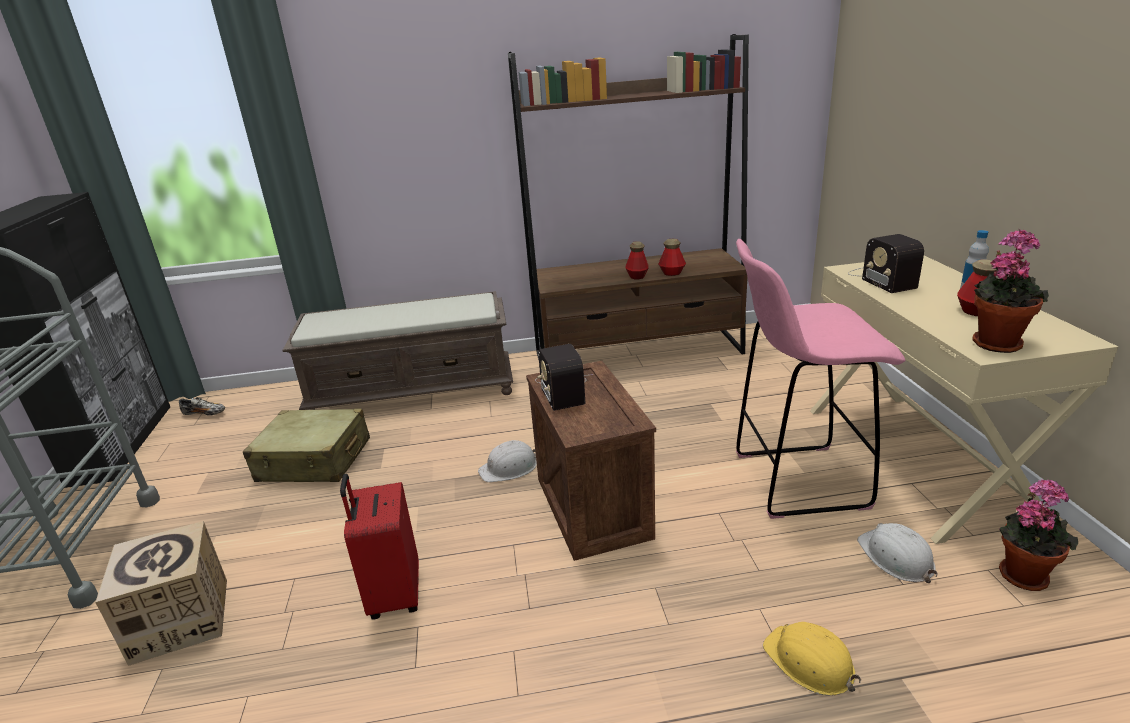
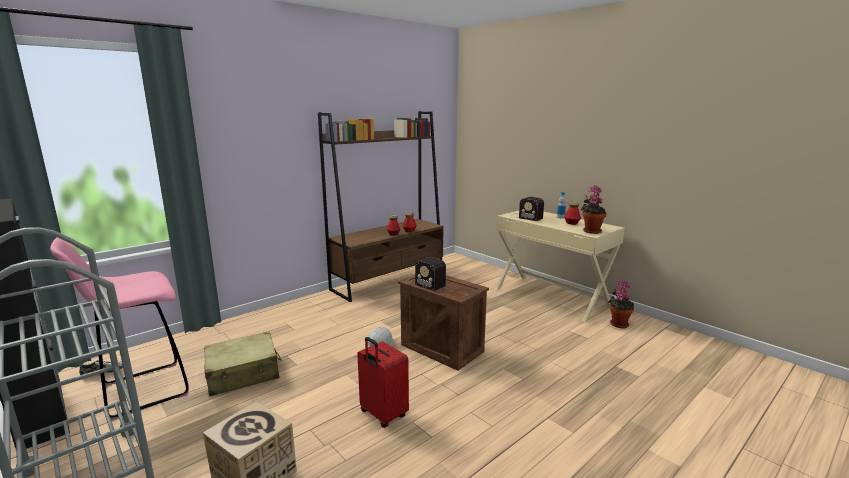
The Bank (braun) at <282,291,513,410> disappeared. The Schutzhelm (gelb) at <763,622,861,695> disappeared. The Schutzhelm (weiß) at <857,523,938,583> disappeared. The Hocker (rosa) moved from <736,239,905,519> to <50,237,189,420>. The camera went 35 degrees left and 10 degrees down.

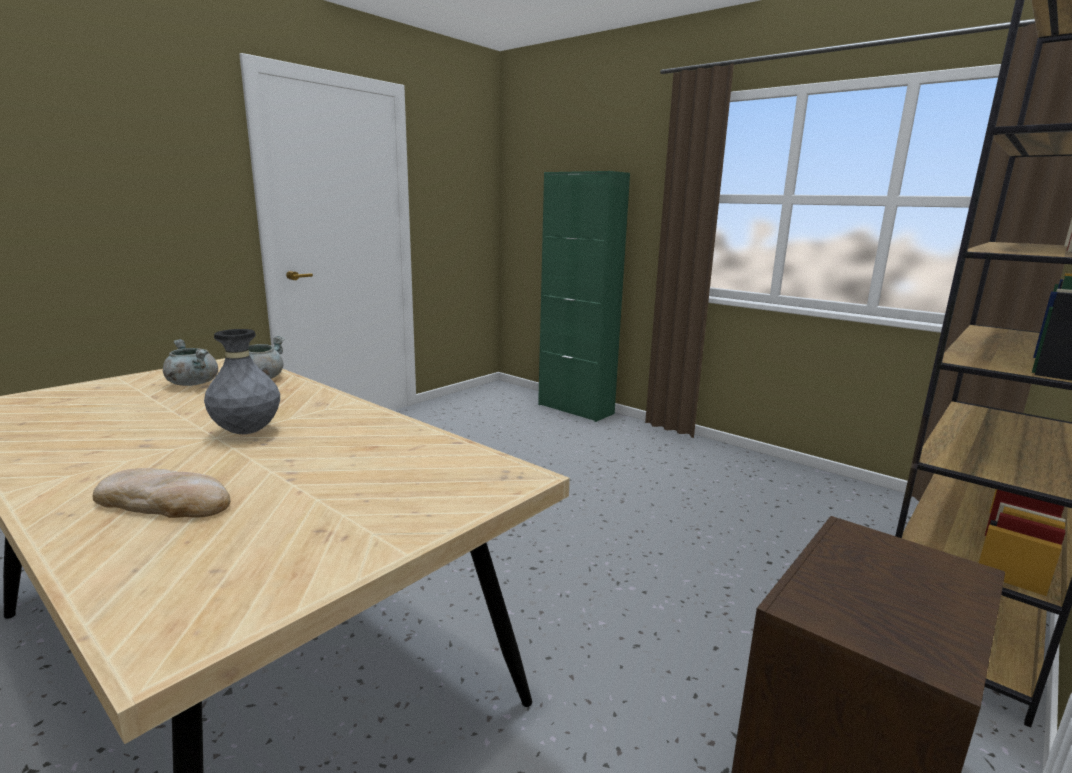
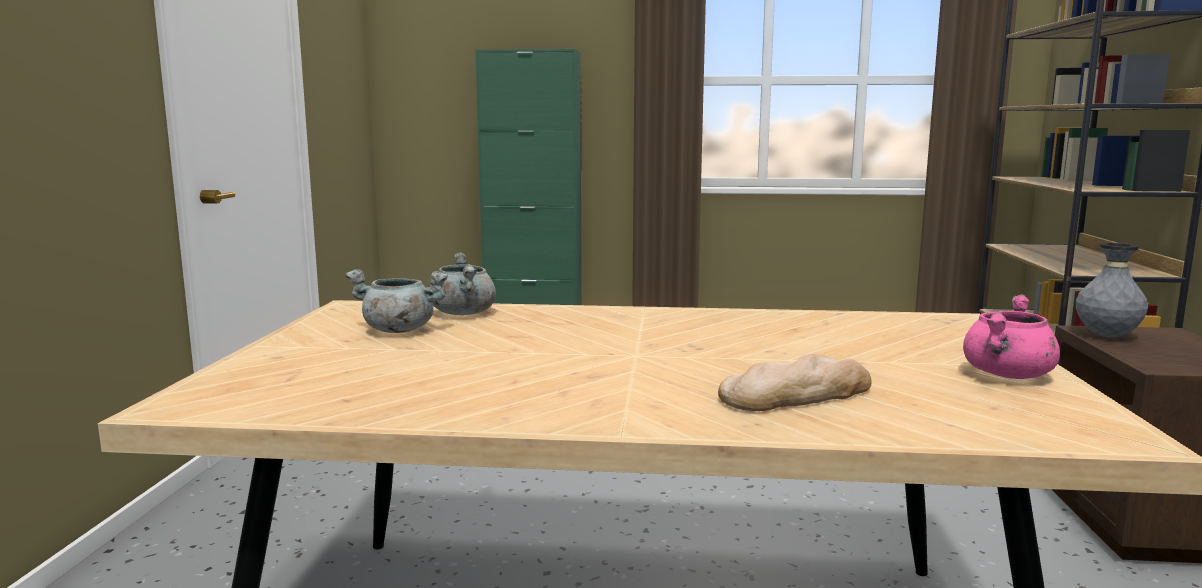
The Kochtopf (rosa) at <963,295,1060,379> appeared. The Vase (grau) moved from <204,329,280,434> to <1076,243,1148,338>. The camera went 35 degrees left and 5 degrees down.

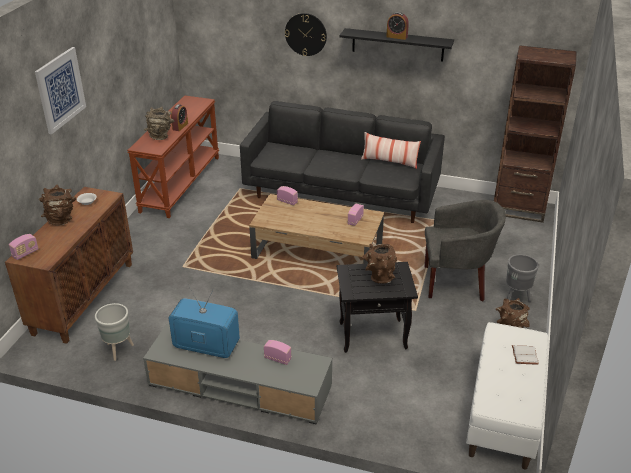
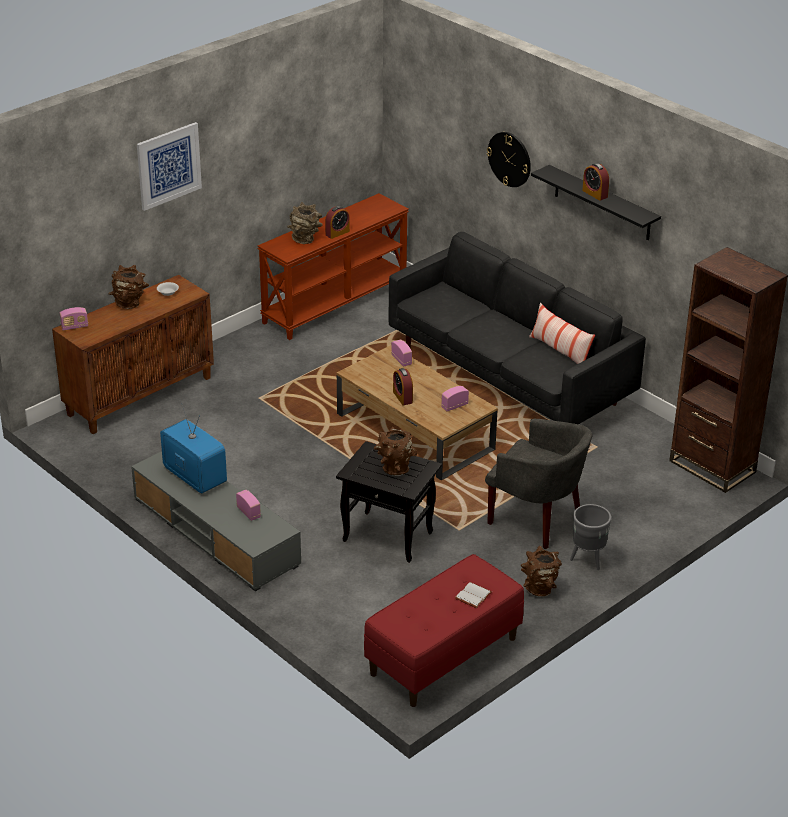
The Pflanzkübel (grau) at <95,303,134,361> disappeared. The Wecker at <393,368,413,405> appeared. The Bank (weiß) at <466,322,549,469> became the Bank (rot) at <364,554,524,707>. The camera went 30 degrees right and 0 degrees up.

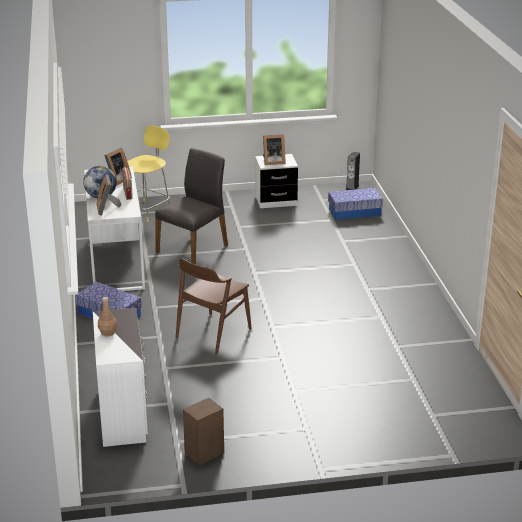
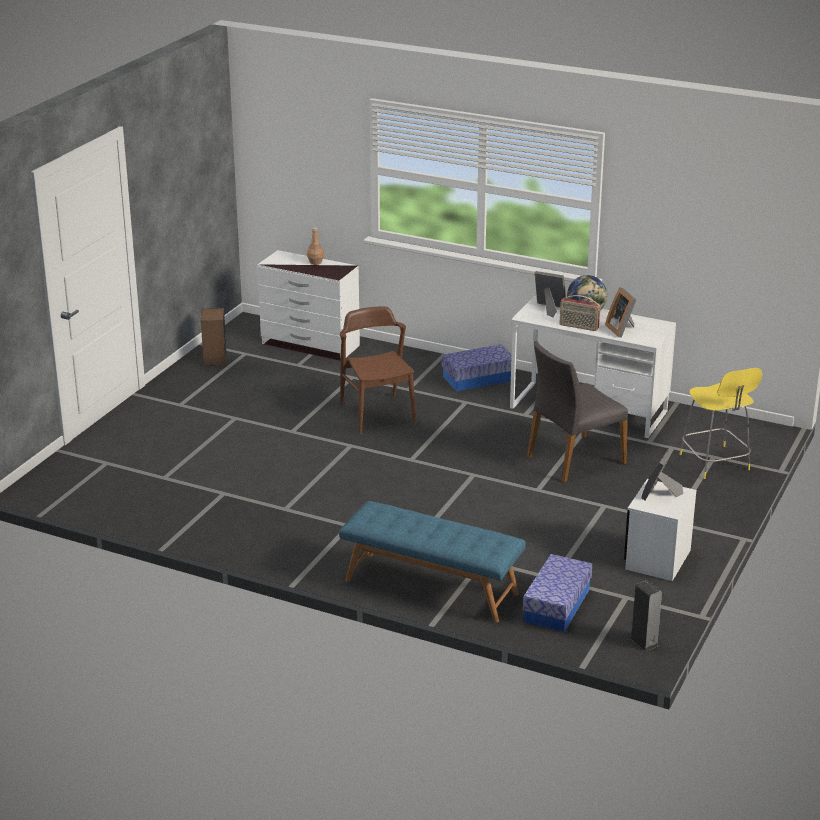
The Bank (blau) at <339,501,526,623> appeared. The Stuhl (grau) at <155,148,228,264> turned 75 degrees clockwise. The camera went 125 degrees right and 0 degrees up.

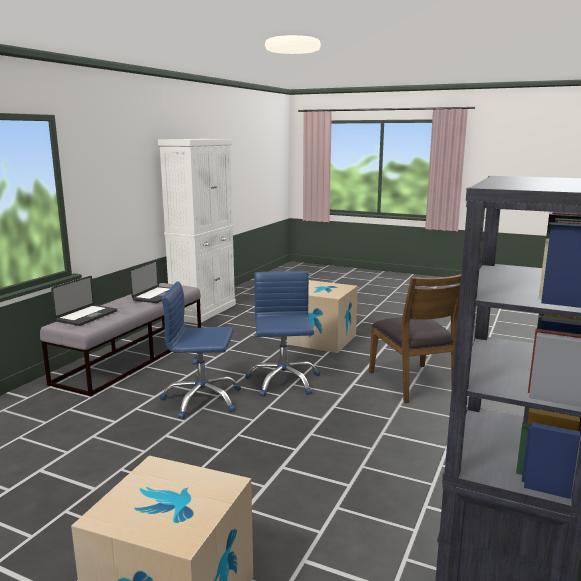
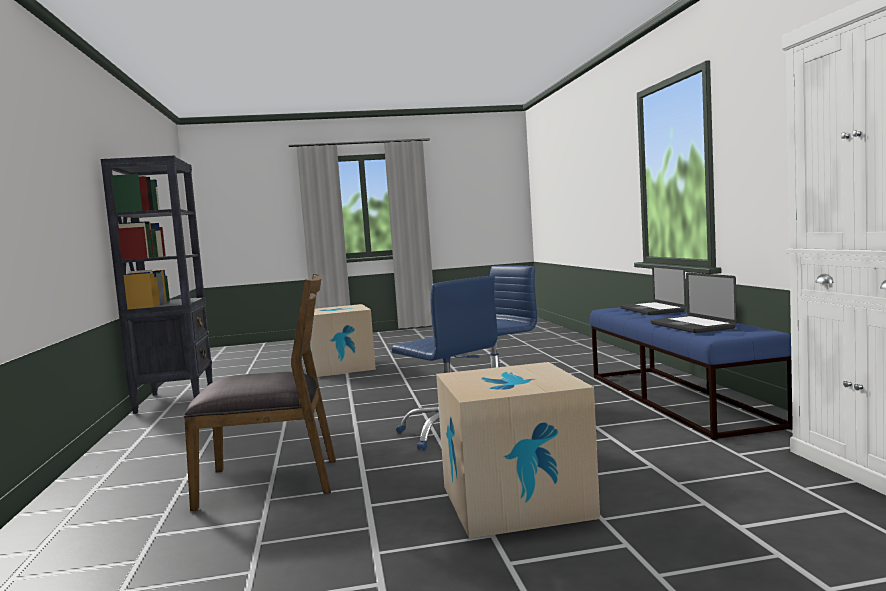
The Bank (grau) at <40,283,201,396> became the Bank (blau) at <590,307,793,440>. The Stuhl (braun) at <369,274,461,403> turned 135 degrees clockwise. The camera went 145 degrees right and 10 degrees down.

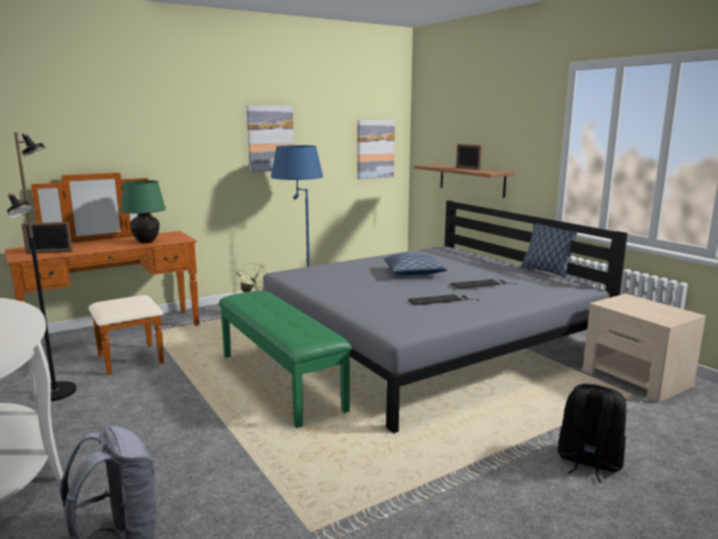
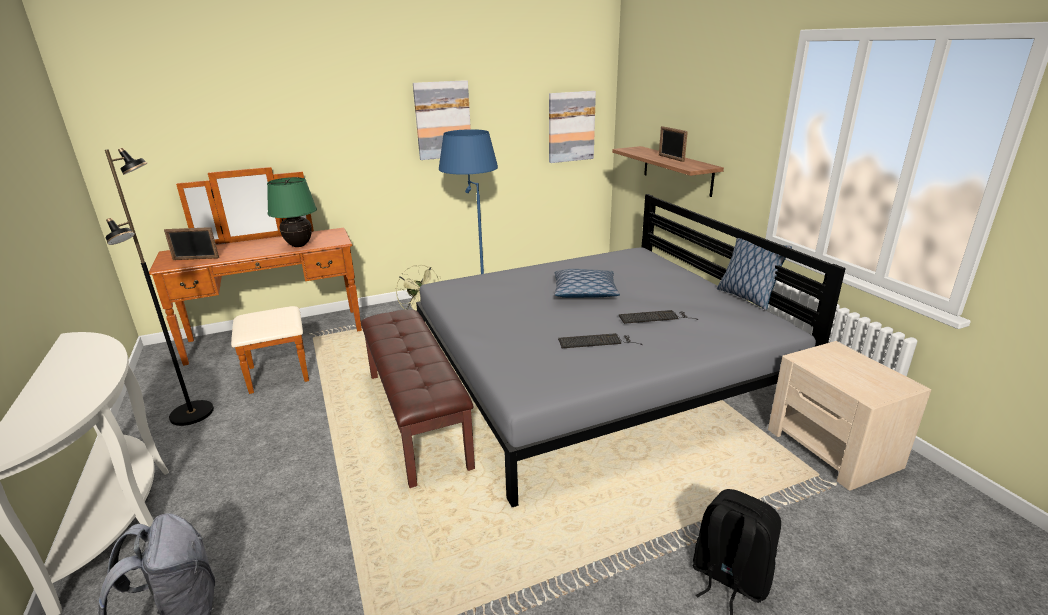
The Bank (grün) at <219,291,352,428> became the Bank (braun) at <361,309,475,488>. The camera went 10 degrees right and 10 degrees up.

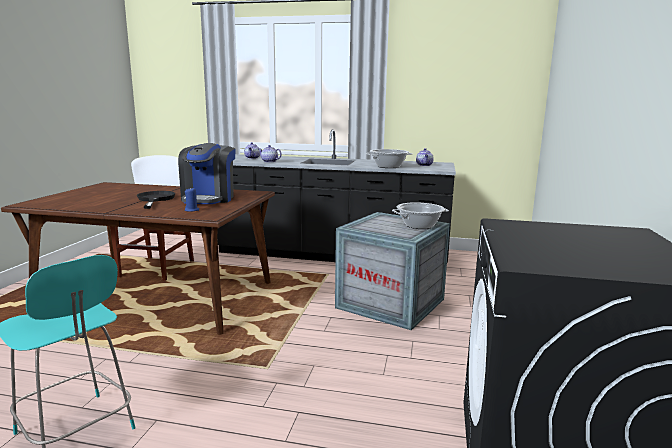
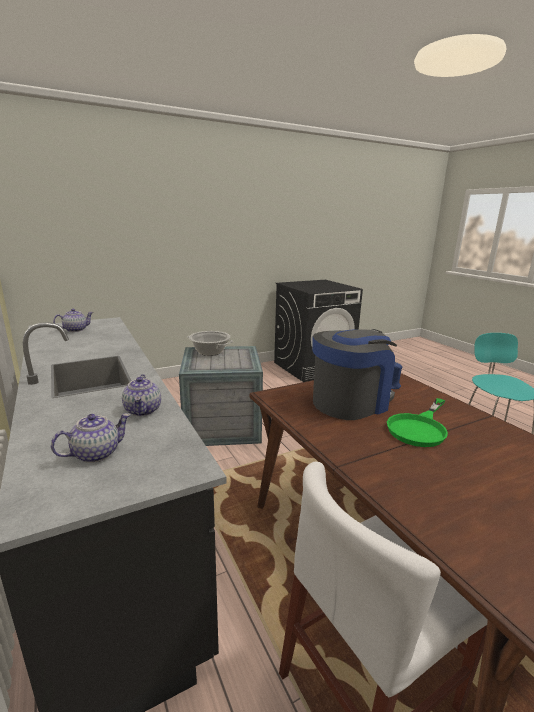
The Kochtopf at <366,149,412,168> disappeared. The Pfanne (schwarz) at <137,191,175,209> became the Pfanne (grün) at <387,398,448,447>. The camera went 130 degrees left and 5 degrees up.

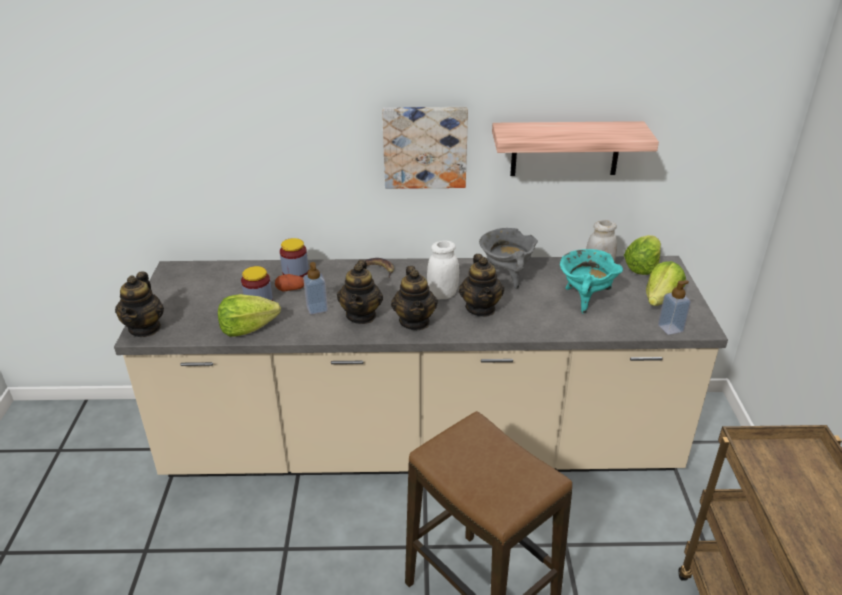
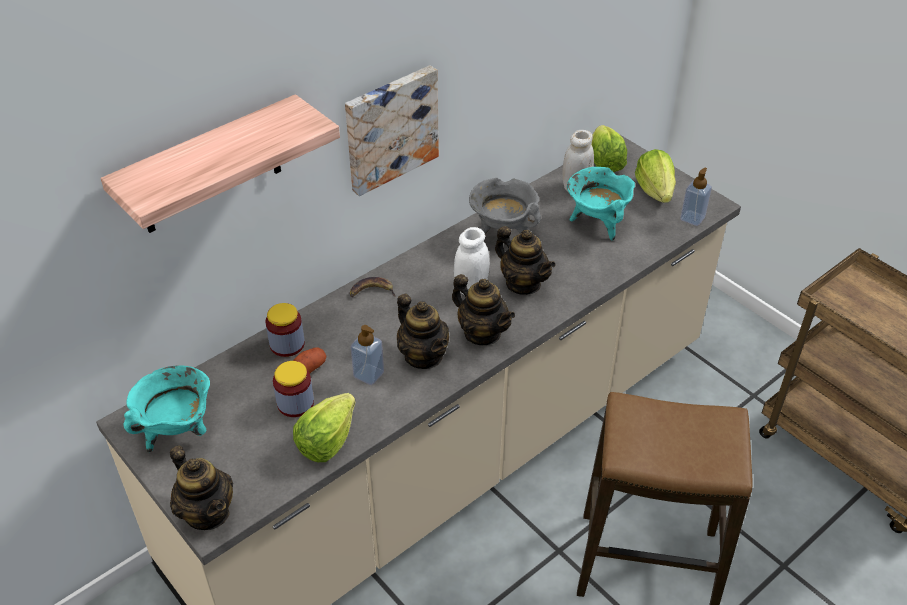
The Kochtopf (türkis) at <123,365,210,452> appeared. The Wandregal moved from <492,121,659,176> to <101,94,340,233>. The camera went 40 degrees left and 10 degrees up.

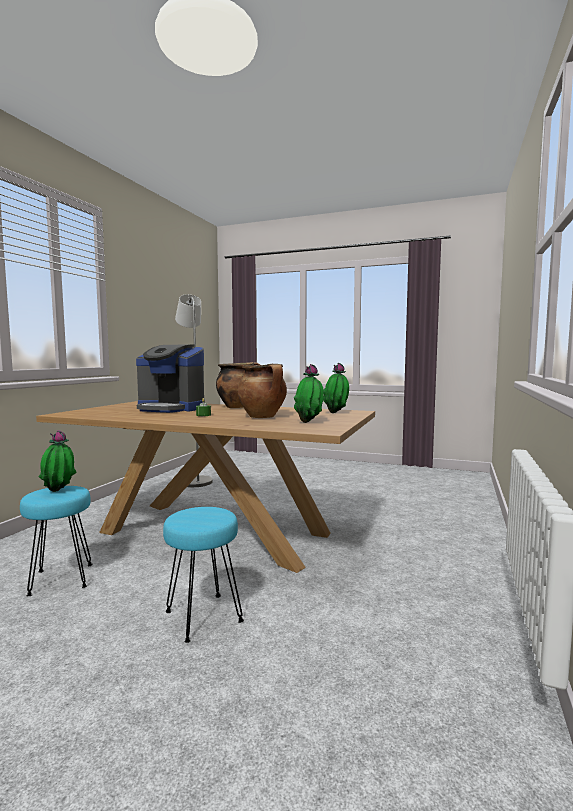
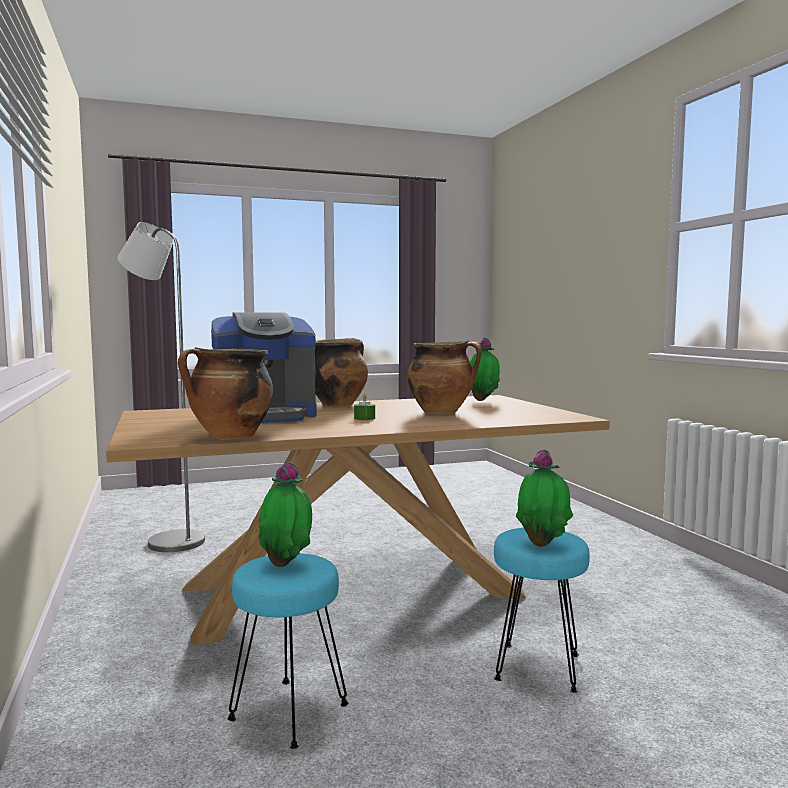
The Kochtopf at <178,347,273,439> appeared. The Topfpflanze moved from <294,364,324,423> to <516,449,573,547>. The camera went 40 degrees left and 0 degrees up.

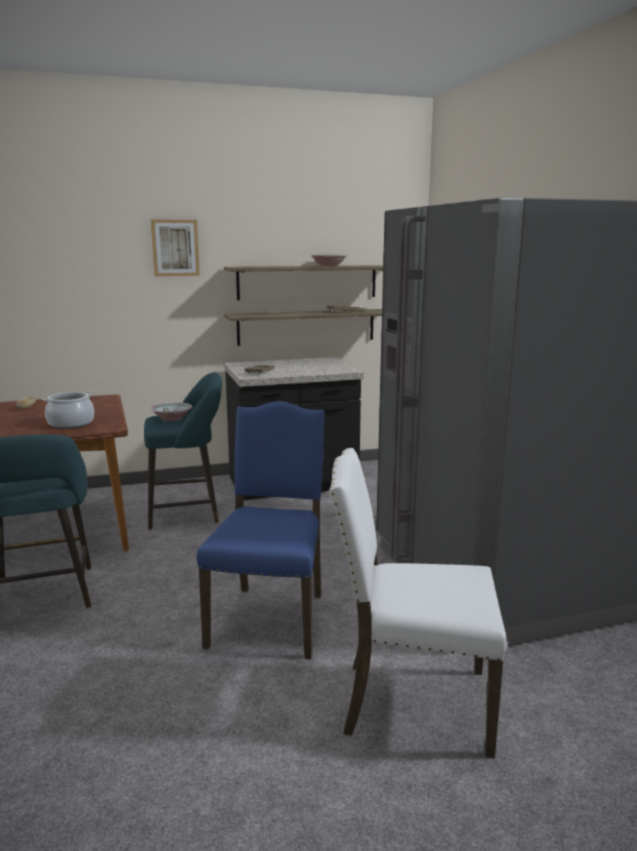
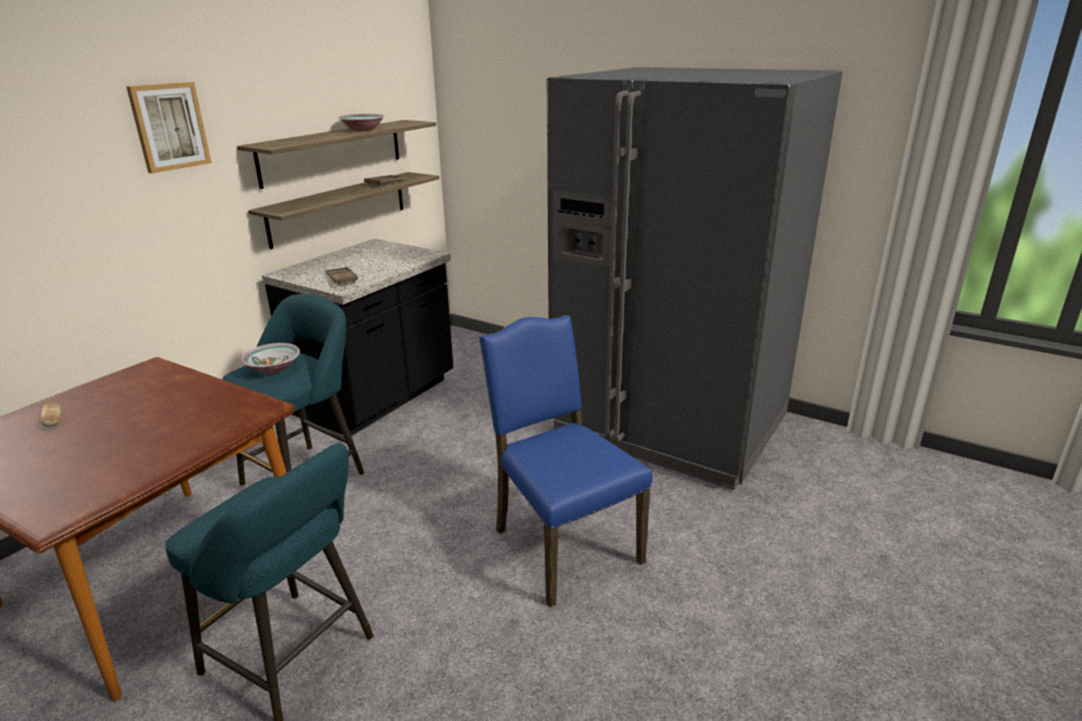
The Kochtopf at <42,391,94,429> disappeared. The Stuhl (weiß) at <329,448,508,759> disappeared. The camera went 40 degrees left and 10 degrees up.

